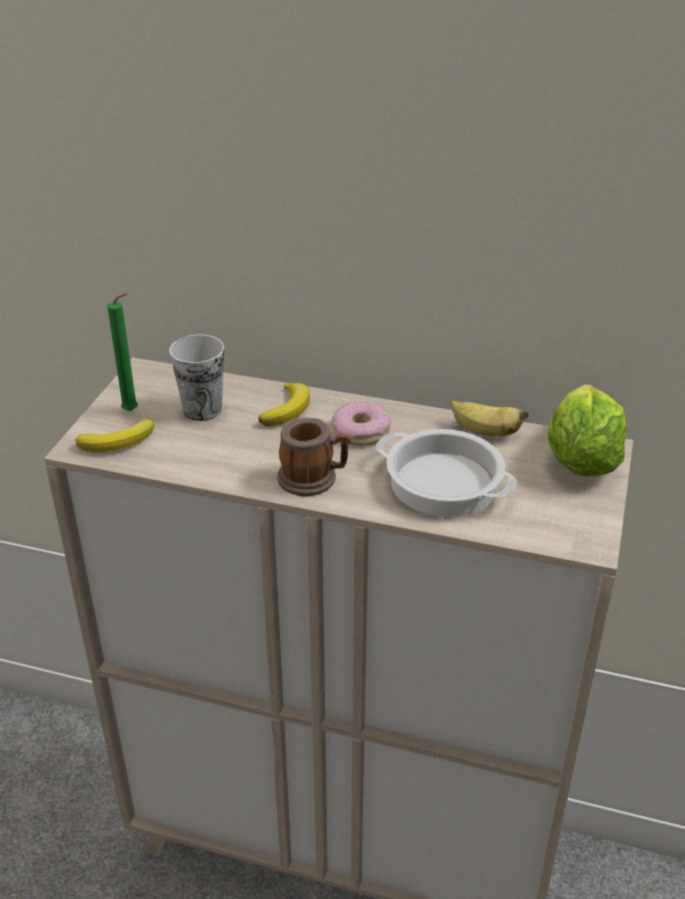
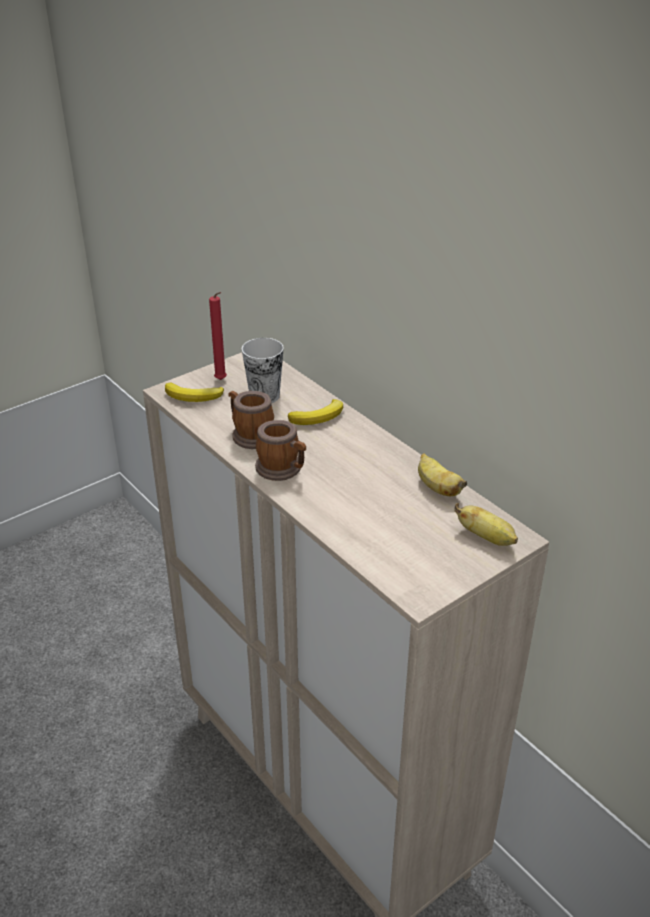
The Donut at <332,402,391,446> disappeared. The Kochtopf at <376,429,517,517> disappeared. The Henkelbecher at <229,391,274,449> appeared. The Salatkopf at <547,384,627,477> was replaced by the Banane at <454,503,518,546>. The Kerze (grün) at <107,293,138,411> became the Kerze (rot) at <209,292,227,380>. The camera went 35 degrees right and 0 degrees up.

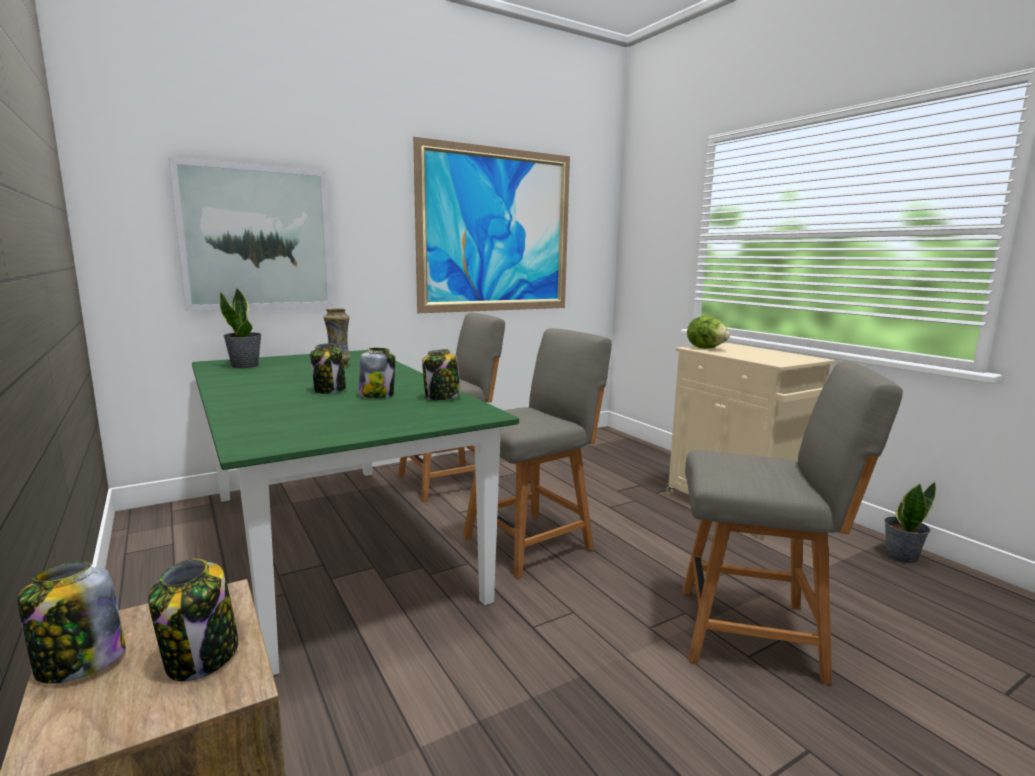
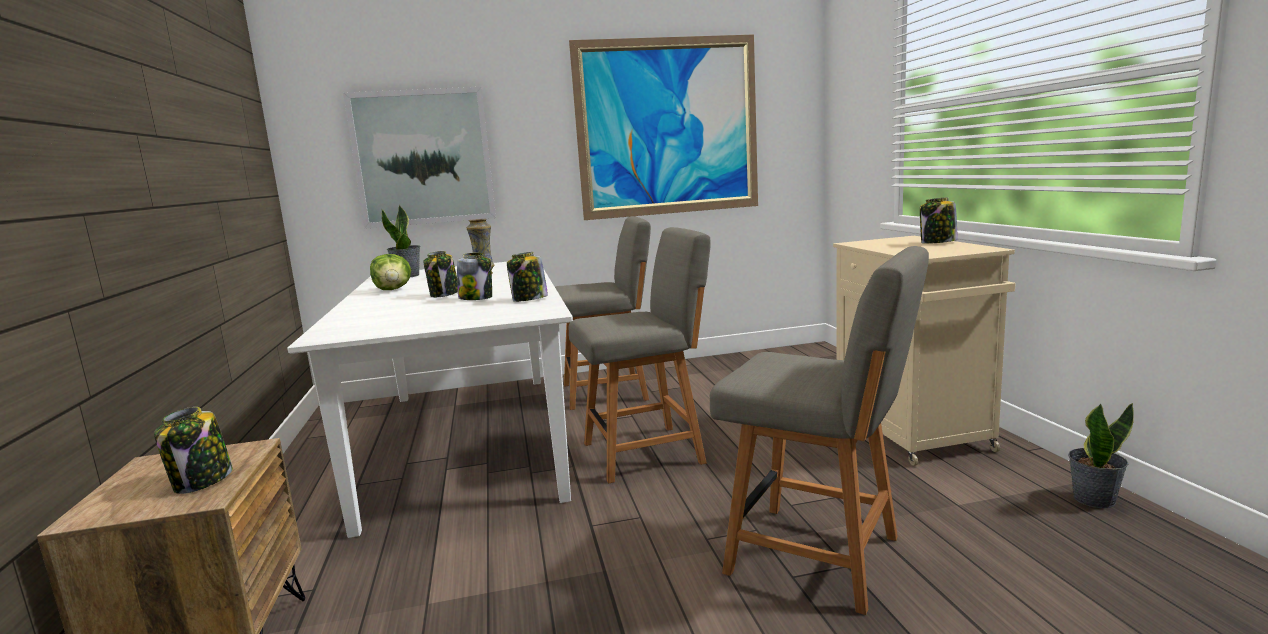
The Vorratsglas moved from <18,562,126,684> to <920,197,958,244>. The Salatkopf moved from <687,316,730,349> to <370,254,411,290>. The Esstisch (grün) at <192,350,519,675> became the Esstisch (weiß) at <287,262,573,538>. The camera went 20 degrees right and 0 degrees up.

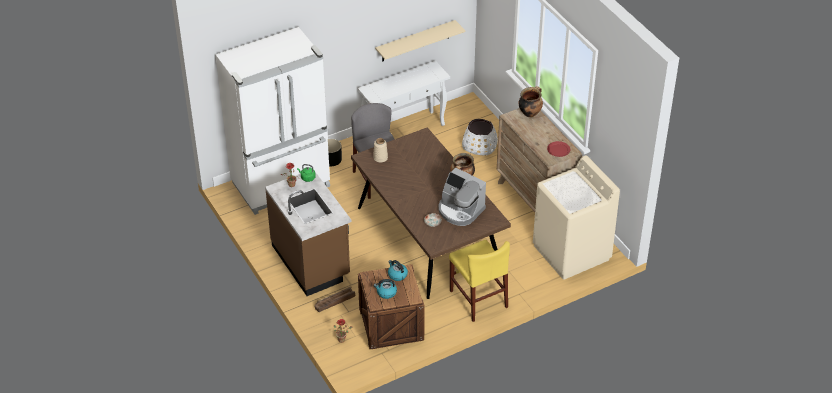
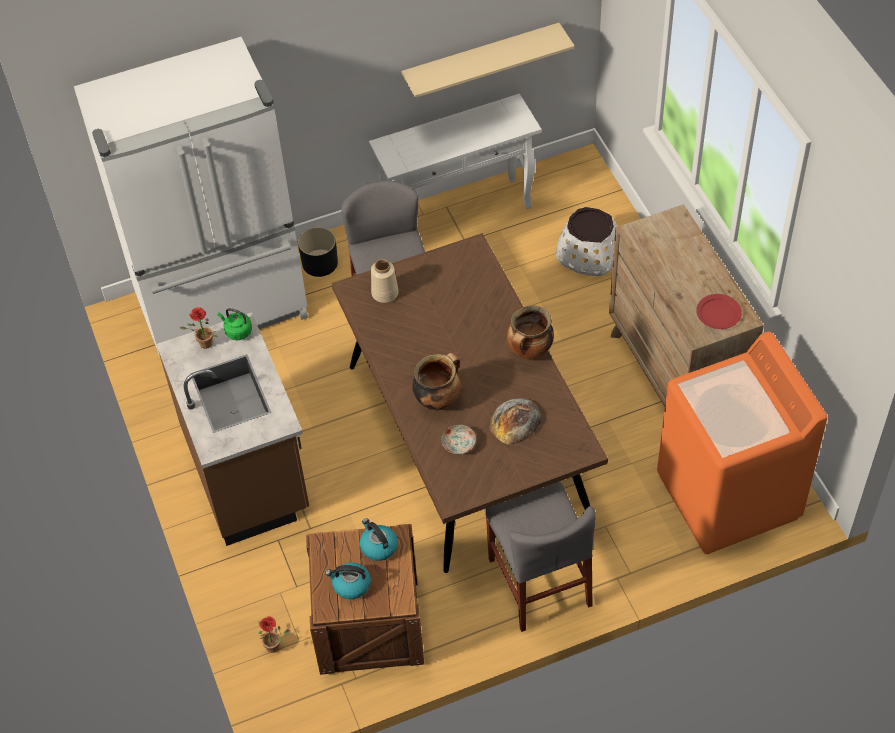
The Kiste at <314,286,355,312> disappeared. The Kochtopf moved from <519,86,543,117> to <412,353,461,410>. The Kaffeemaschine at <438,168,486,226> was replaced by the Brot at <490,398,541,445>. The Stuhl (gelb) at <449,240,510,322> became the Stuhl (grau) at <485,481,596,632>. The Waschmaschine (beige) at <533,155,620,280> became the Waschmaschine (orange) at <657,331,827,554>. The camera went 10 degrees right and 10 degrees up.

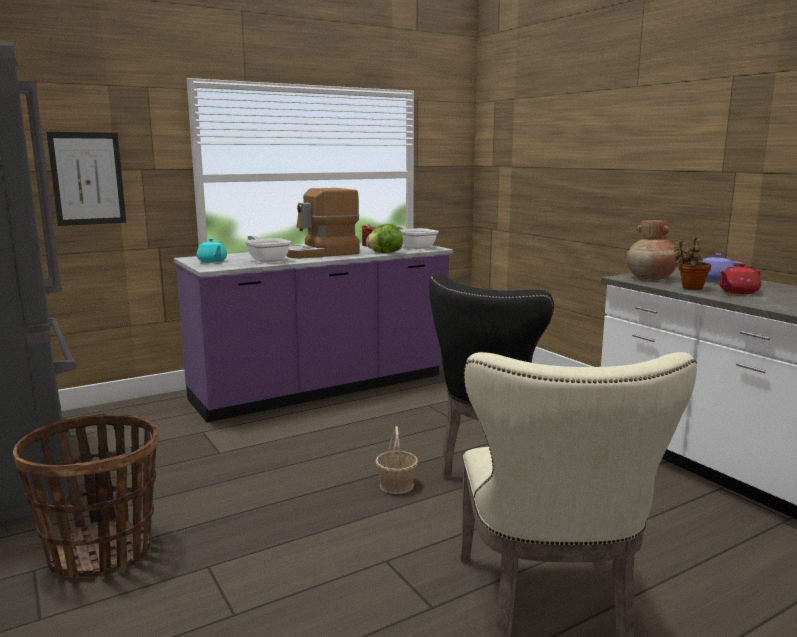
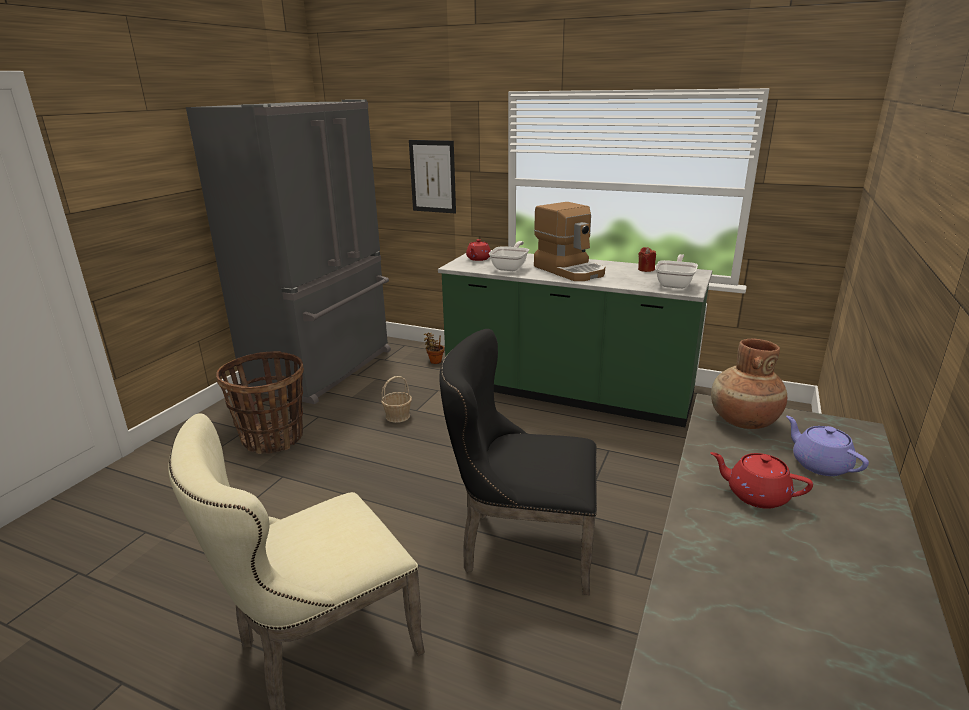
The Salatkopf at <366,224,403,253> disappeared. The Korb moved from <375,426,418,494> to <381,376,412,423>. The Topfpflanze moved from <674,237,711,290> to <424,332,444,364>. The Küchenzeile (lila) at <174,243,453,422> became the Küchenzeile (grün) at <438,250,712,427>. The Teekanne (türkis) at <196,238,227,263> became the Teekanne (rot) at <466,239,491,261>. The Kaffeemaschine at <286,188,360,259> turned 150 degrees counterclockwise. The camera went 55 degrees right and 10 degrees up.

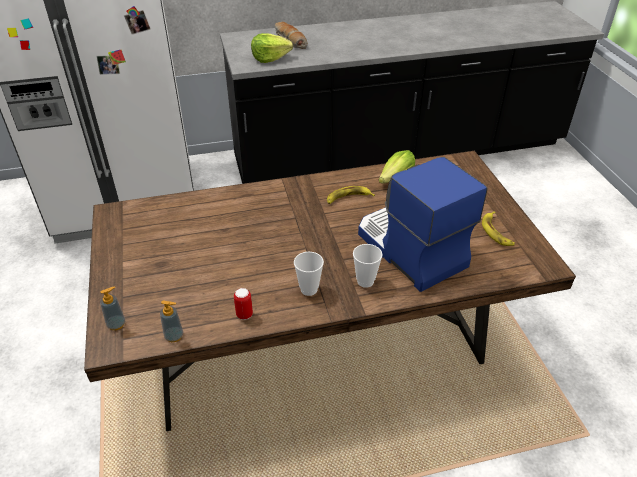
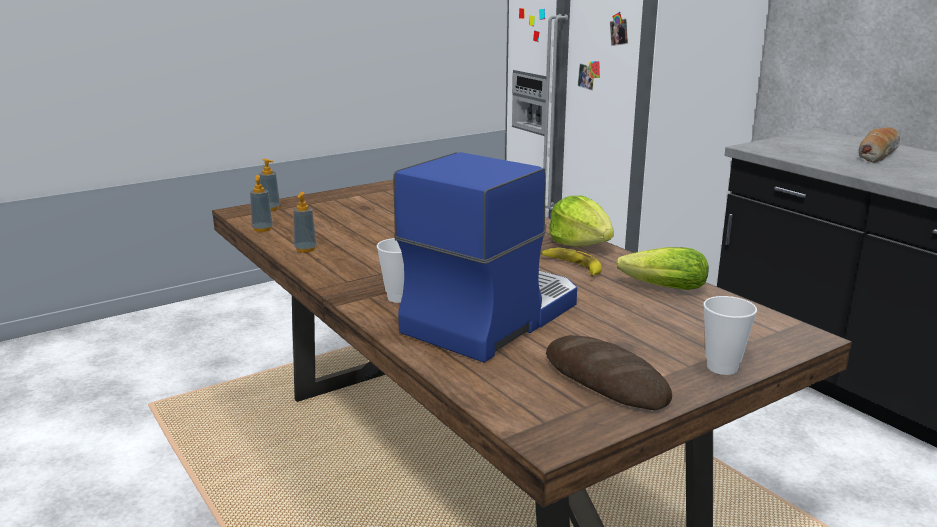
The Salatkopf moved from <251,33,293,63> to <549,196,614,247>. The Tasse moved from <294,252,324,296> to <703,296,757,375>. The Dose at <234,288,253,320> was replaced by the Seifenspender at <293,192,317,253>. The Banane at <482,211,515,246> was replaced by the Brot at <546,335,672,410>. The camera went 70 degrees right and 20 degrees down.

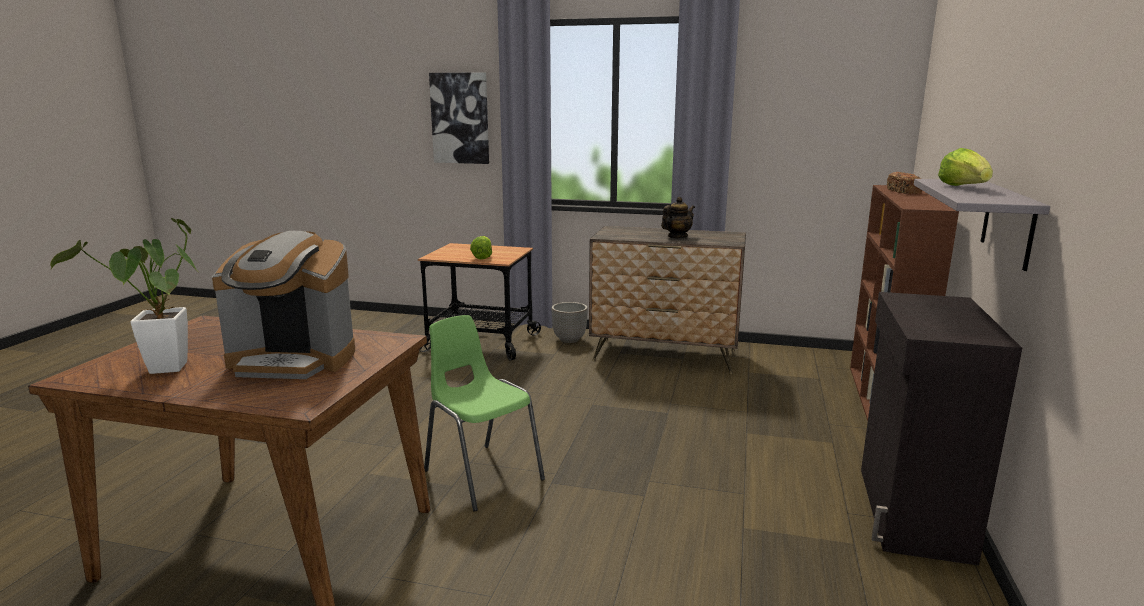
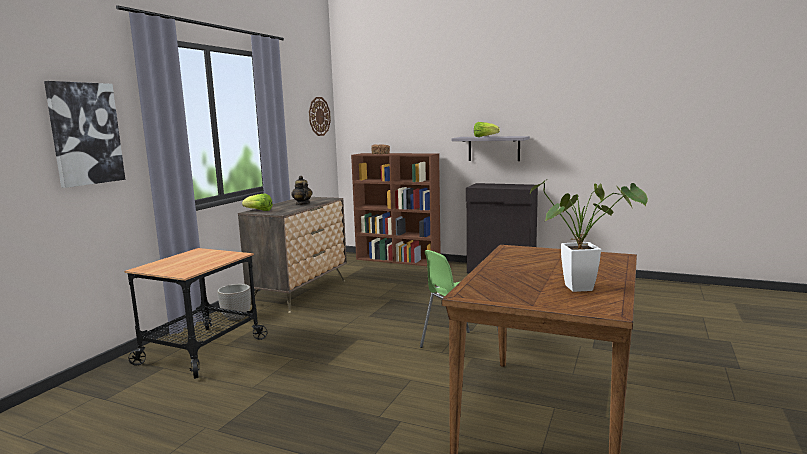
The Kaffeemaschine at <212,231,355,379> disappeared. The Wanduhr at <309,97,331,136> appeared. The Salatkopf moved from <470,236,492,259> to <242,194,273,211>. The camera went 80 degrees left and 5 degrees down.

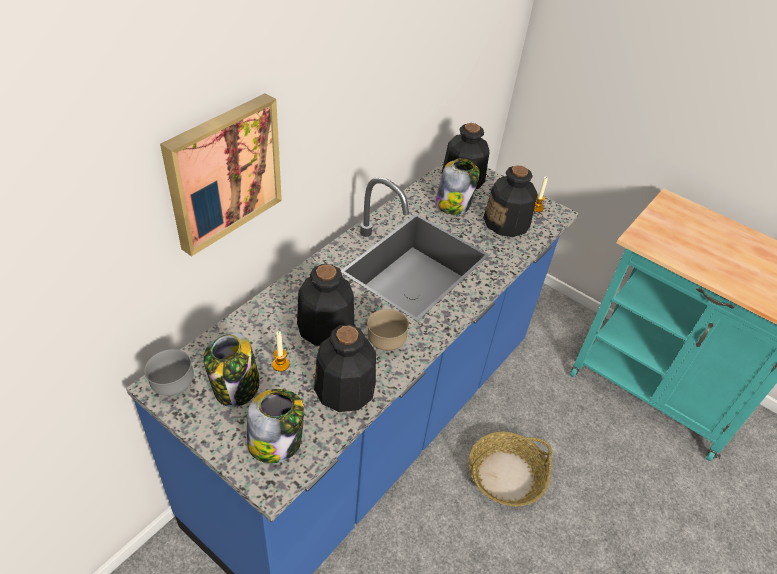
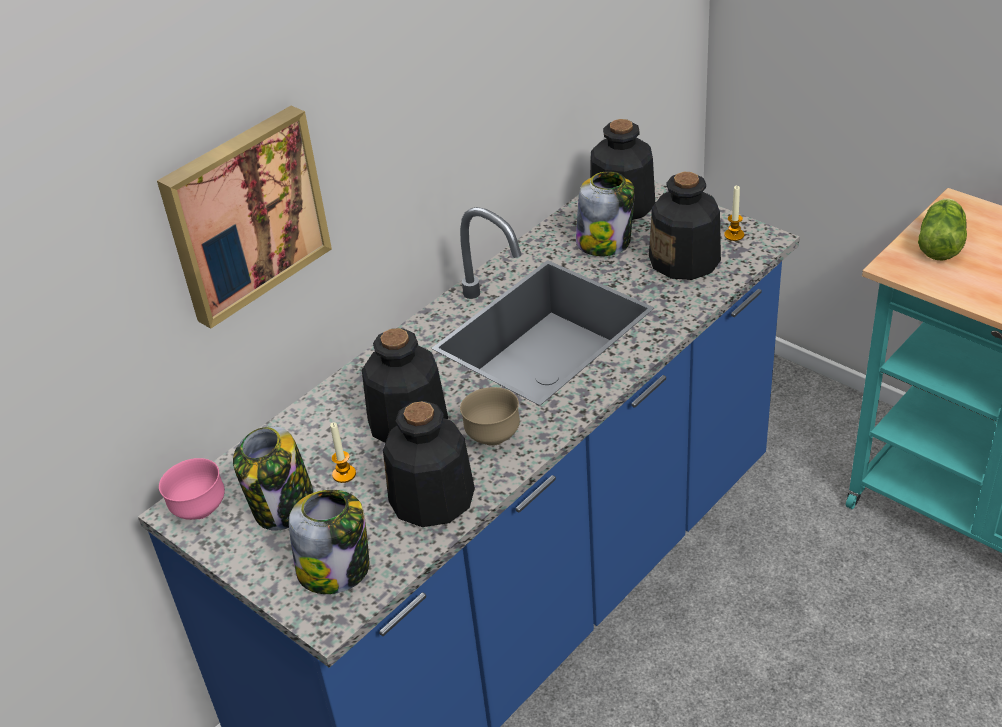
The Korb at <468,432,552,506> disappeared. The Salatkopf at <918,198,967,261> appeared. The Schüssel (grau) at <144,349,194,396> became the Schüssel (rosa) at <159,458,225,520>. The camera went 10 degrees right and 5 degrees down.

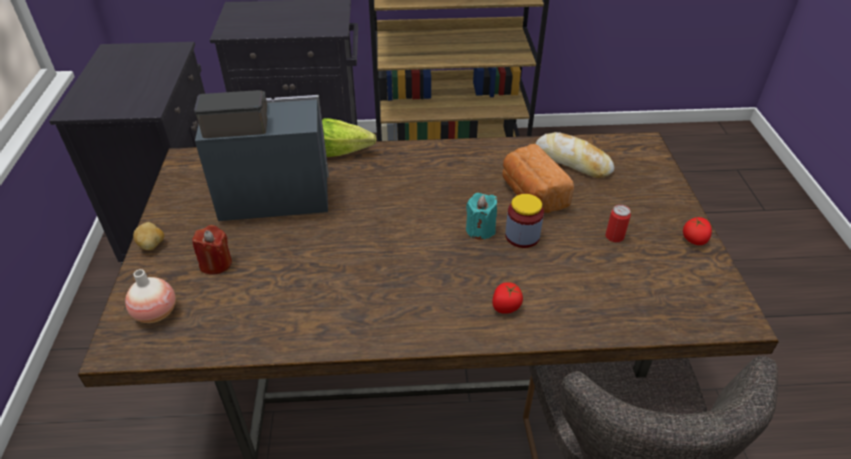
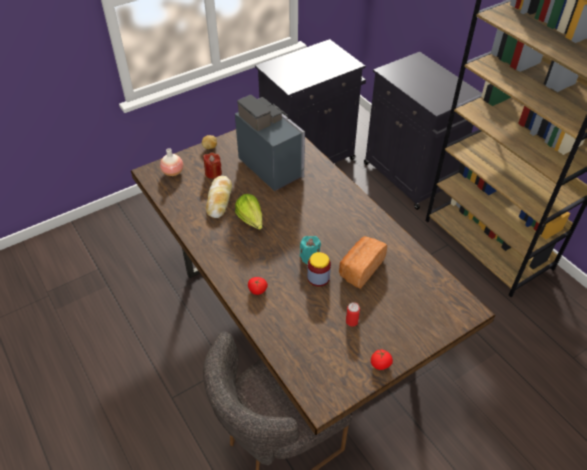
The Salatkopf moved from <322,118,376,157> to <235,194,262,230>. The Brot moved from <535,132,614,178> to <206,176,232,218>. The camera went 60 degrees right and 5 degrees up.

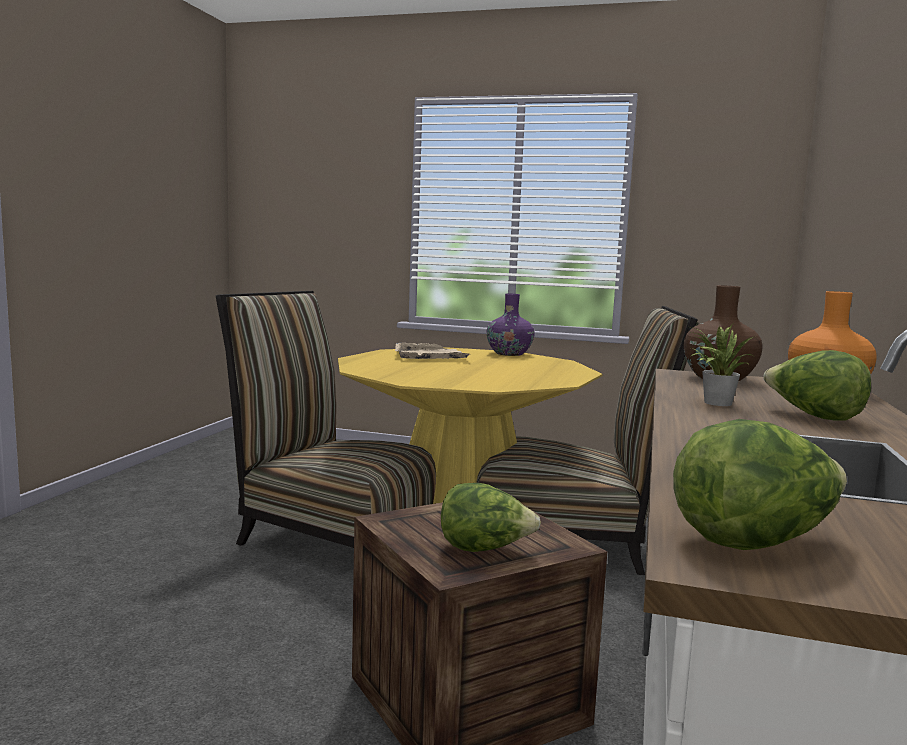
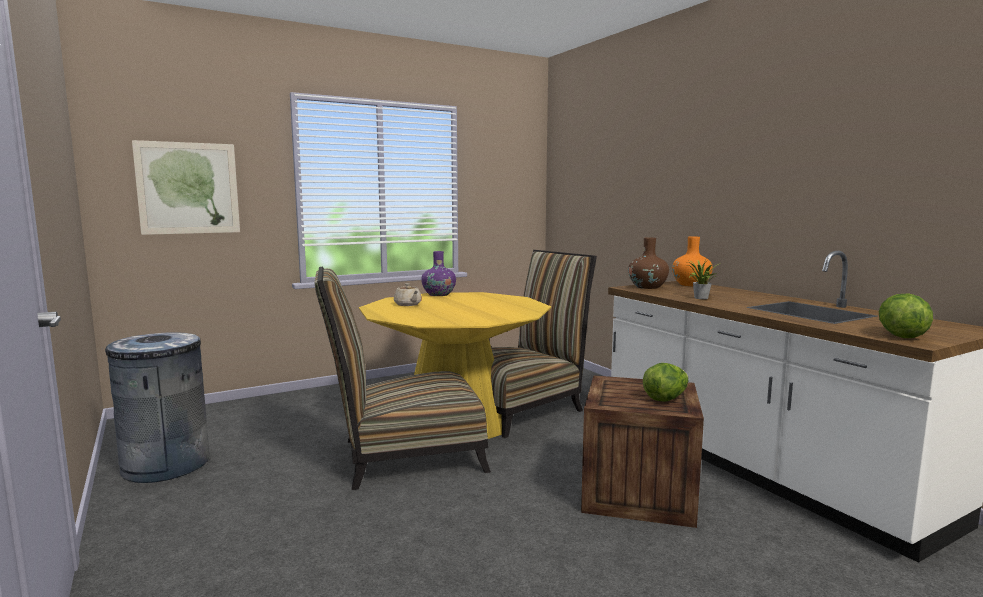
The Salatkopf at <763,350,871,421> disappeared. The Mülleimer (grau) at <105,332,210,483> appeared. The Bild at <132,140,240,235> appeared. The Tablett (beige) at <395,343,470,359> was replaced by the Teekanne (beige) at <394,283,422,306>. The camera went 45 degrees left and 0 degrees up.

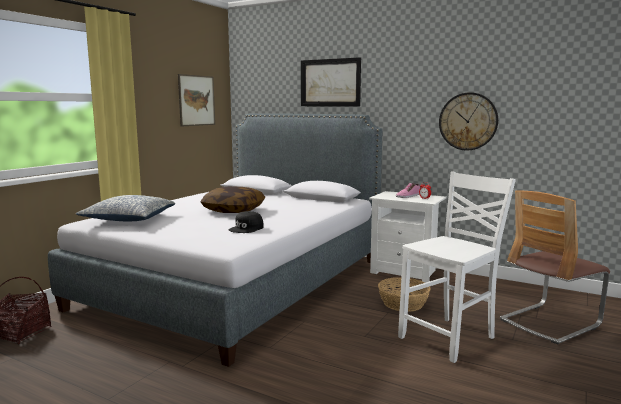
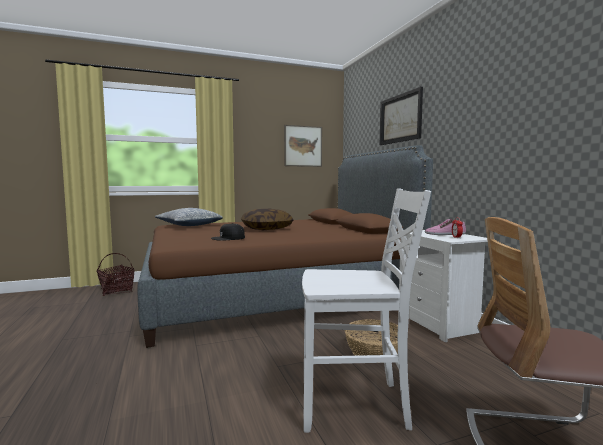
The Wanduhr at <439,92,498,150> disappeared. The Bett (grau) at <48,113,383,367> became the Bett (braun) at <137,145,433,348>. The camera went 40 degrees right and 5 degrees down.

